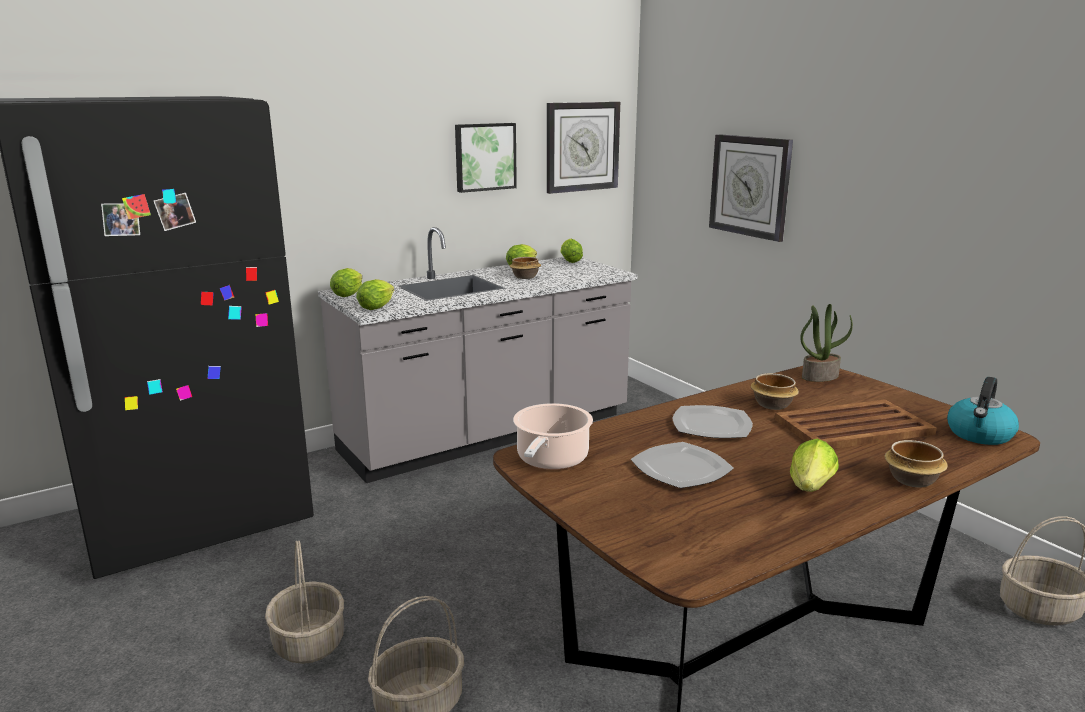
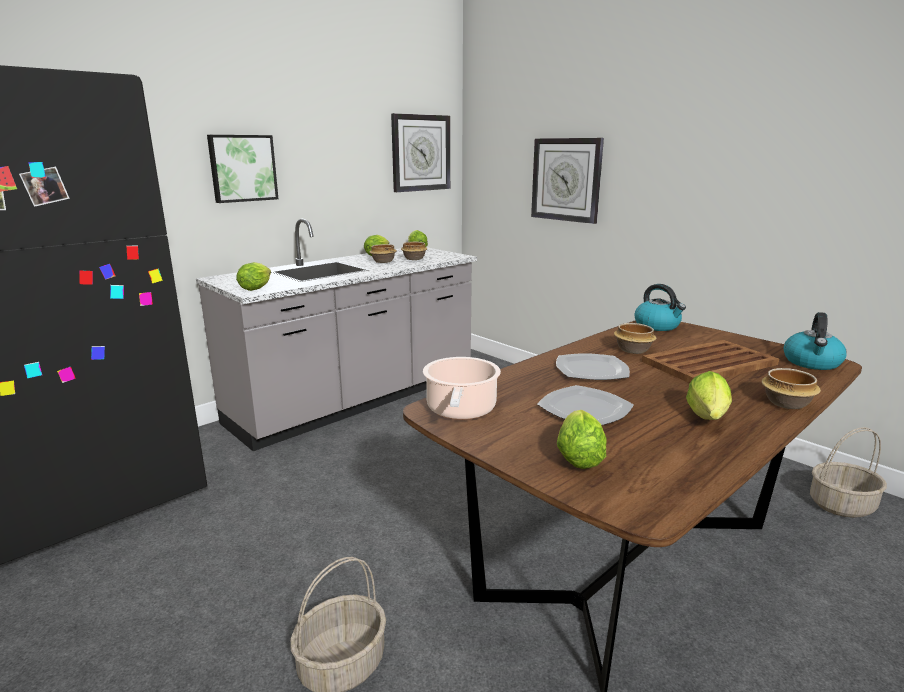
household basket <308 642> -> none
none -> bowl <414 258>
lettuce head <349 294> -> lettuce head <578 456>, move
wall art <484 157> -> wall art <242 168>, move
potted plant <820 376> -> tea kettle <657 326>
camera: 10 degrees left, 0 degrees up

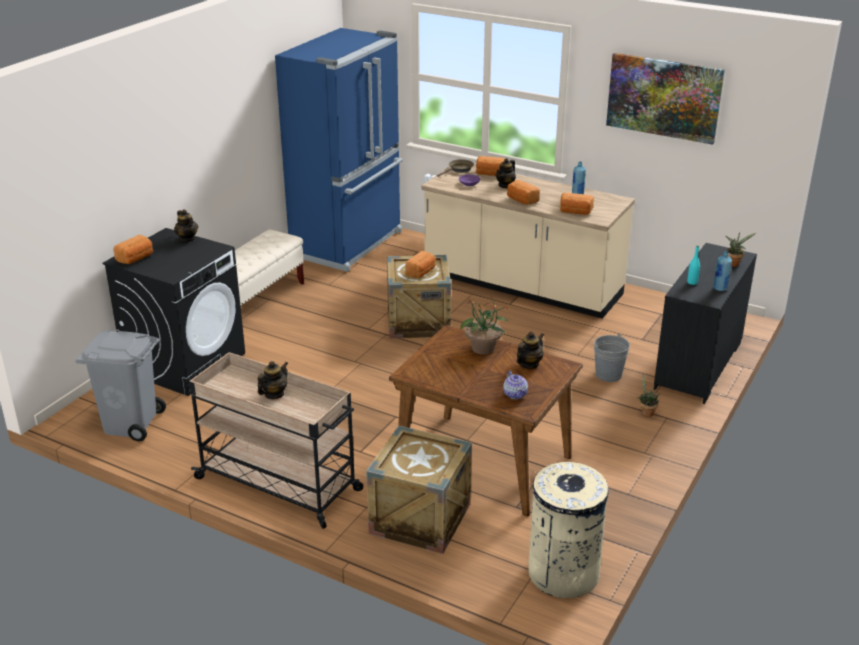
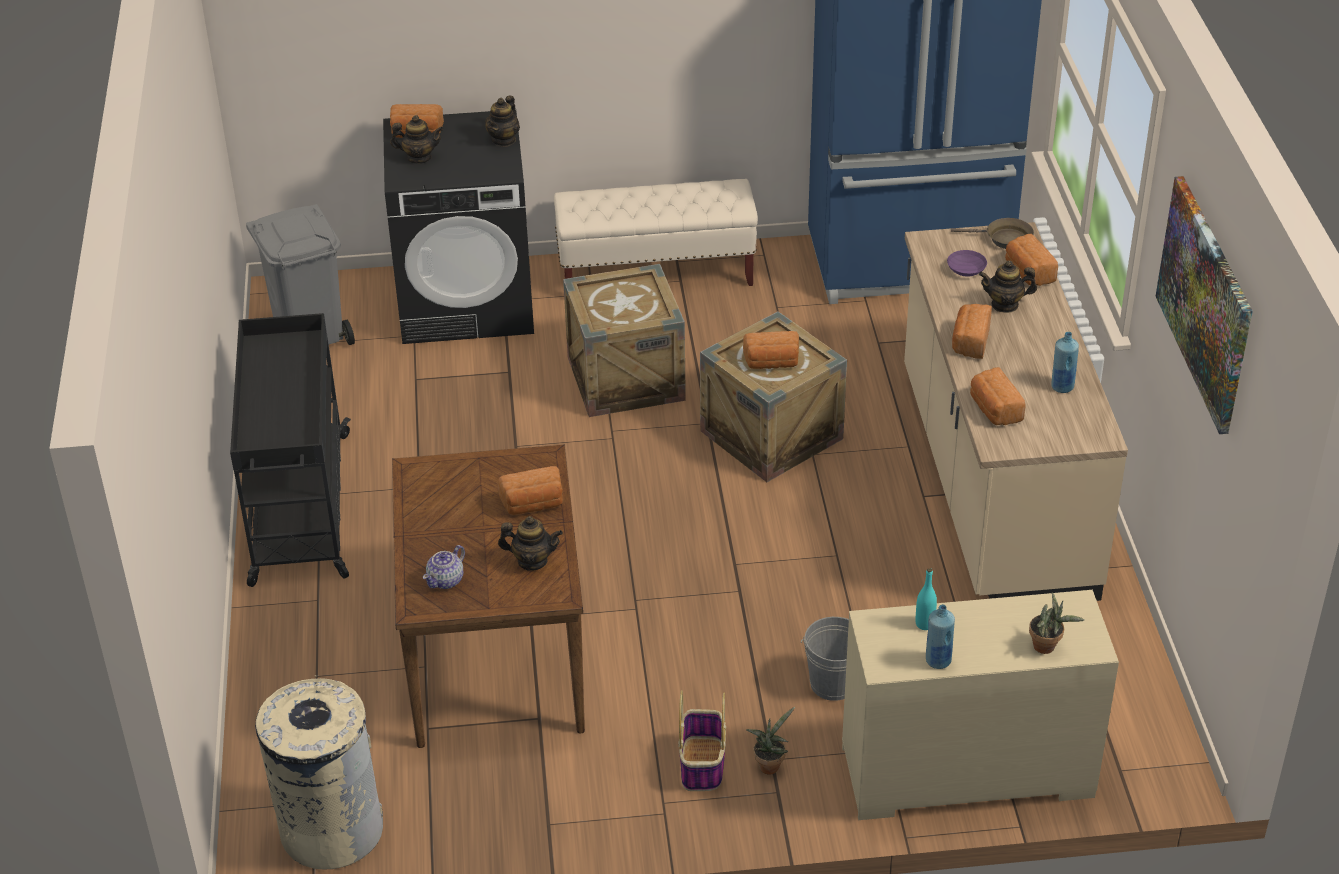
none -> household basket <702 765>
teapot <274 394> -> teapot <419 158>, move
crate <420 518> -> crate <625 378>, move
potted plant <483 349> -> bakery bread <533 504>
cart (beige-coloured) <280 485> -> cart (black) <300 510>
dresser (black) <699 366> -> dresser (beige-coloured) <966 774>
camera: 55 degrees right, 10 degrees up

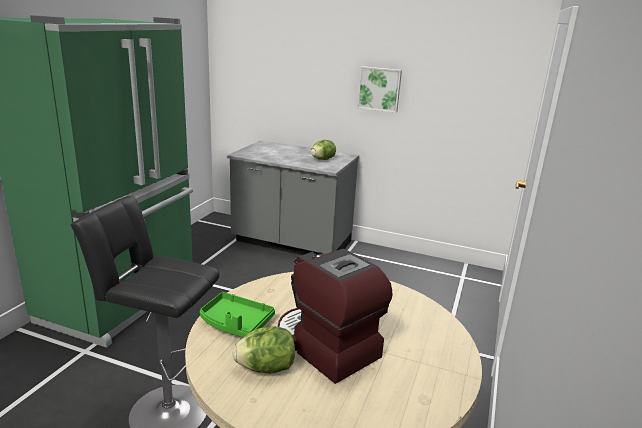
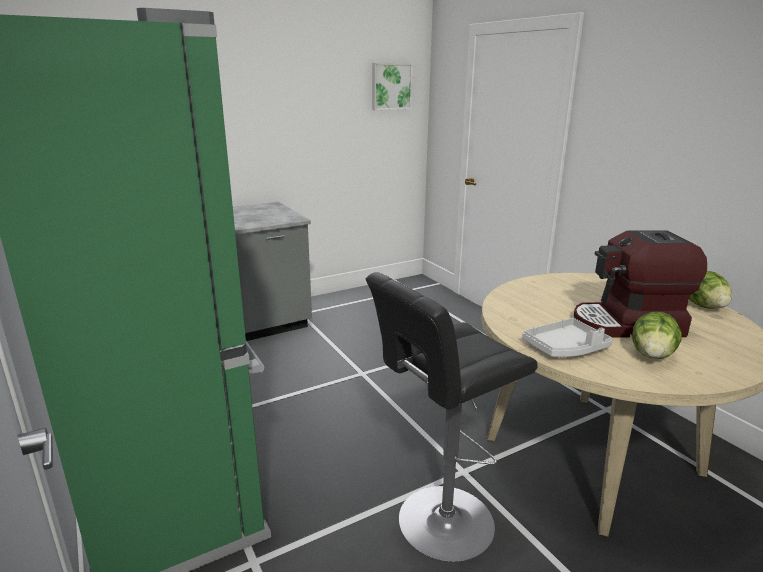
lettuce head <322 159> -> lettuce head <704 306>, move
wall art <379 89> -> wall art <391 86>, move
serving tray (greenish) <235 323> -> serving tray (greyish) <565 348>
camera: 50 degrees left, 0 degrees up

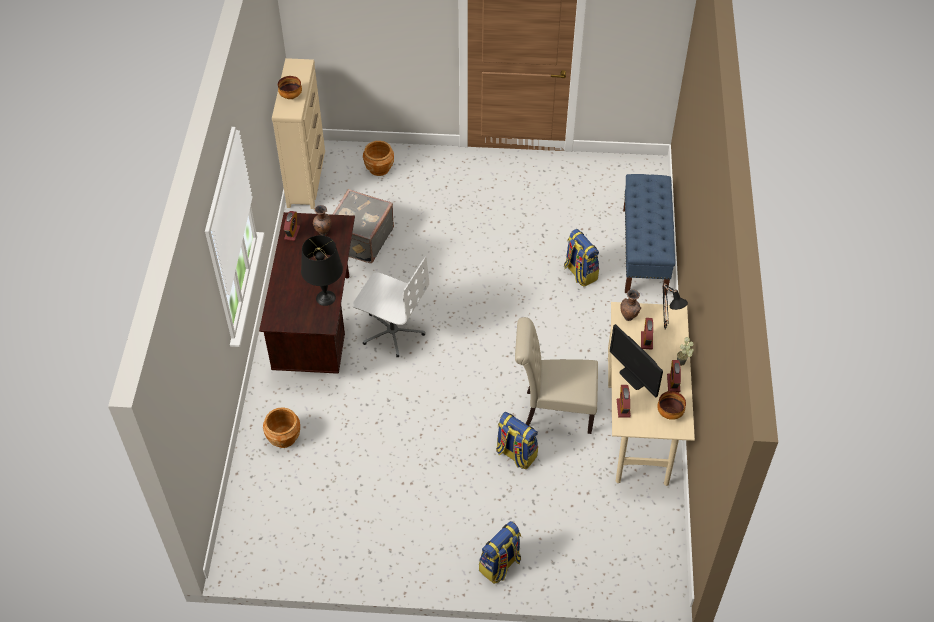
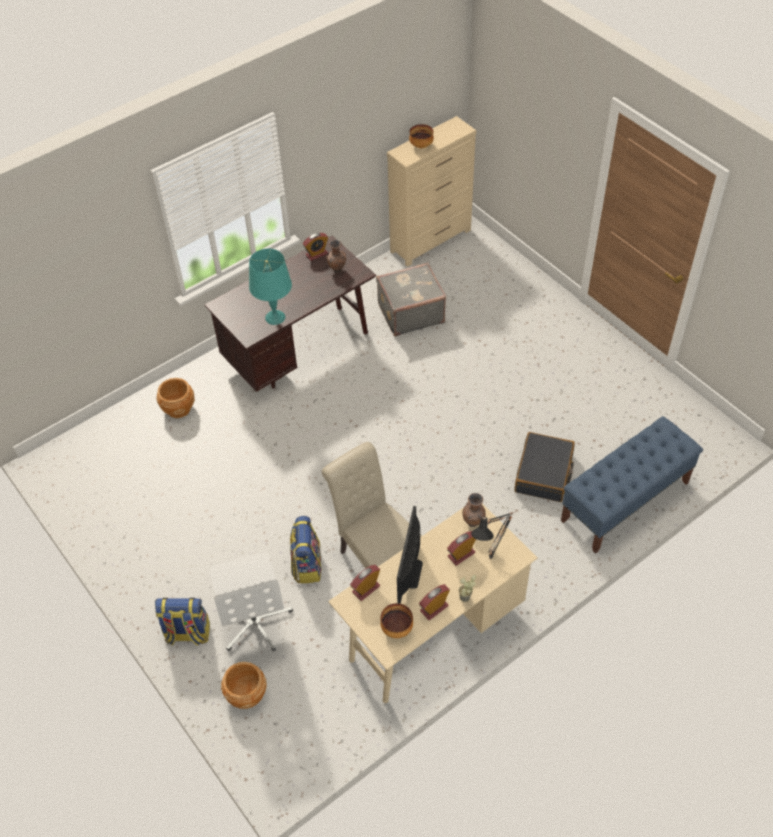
computer chair (white) <392 331> -> computer chair (white) <255 621>, move
flower pot (brown-coloured) <379 168> -> flower pot (brown-coloured) <246 695>, move
backpack <580 273> -> travel case (black) <544 473>
tabletop lamp (black) <326 297> -> tabletop lamp (turquoise) <275 317>
camera: 50 degrees right, 0 degrees up

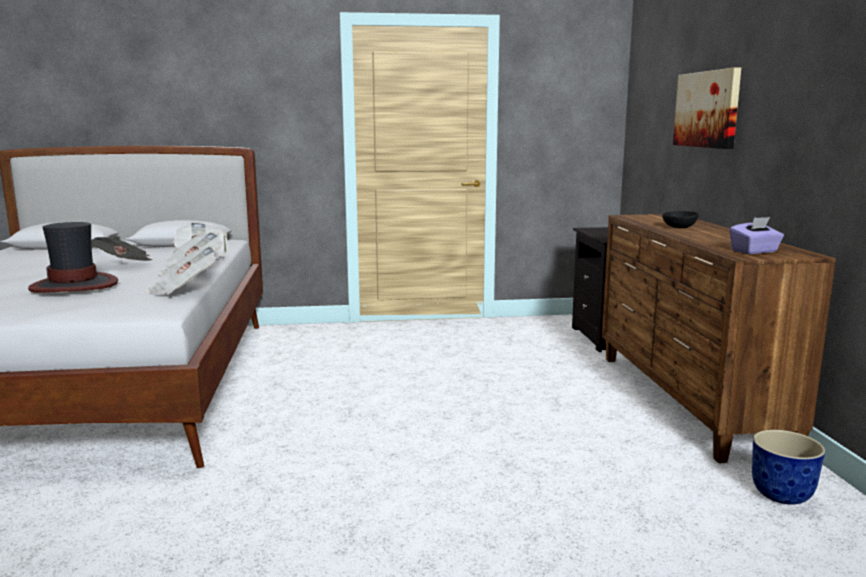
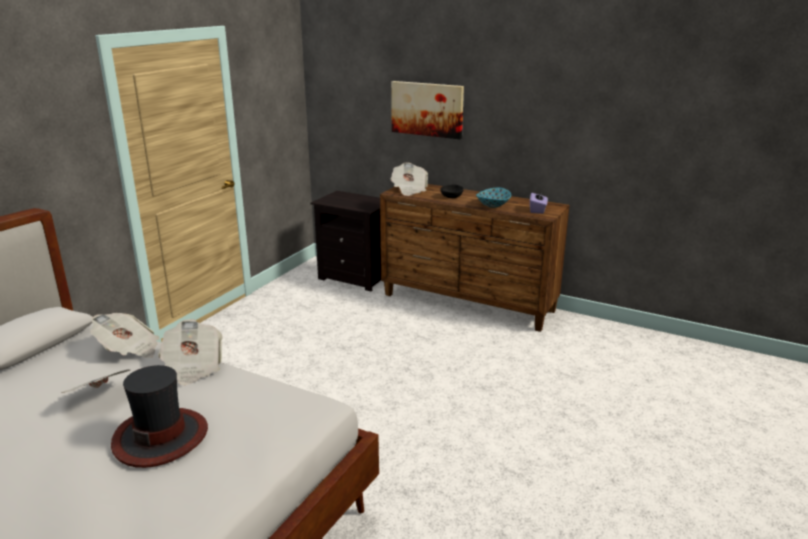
flower pot <782 496> -> none
none -> bowl <493 205>
printed paper <182 290> -> printed paper <409 190>, move
camera: 55 degrees left, 10 degrees up

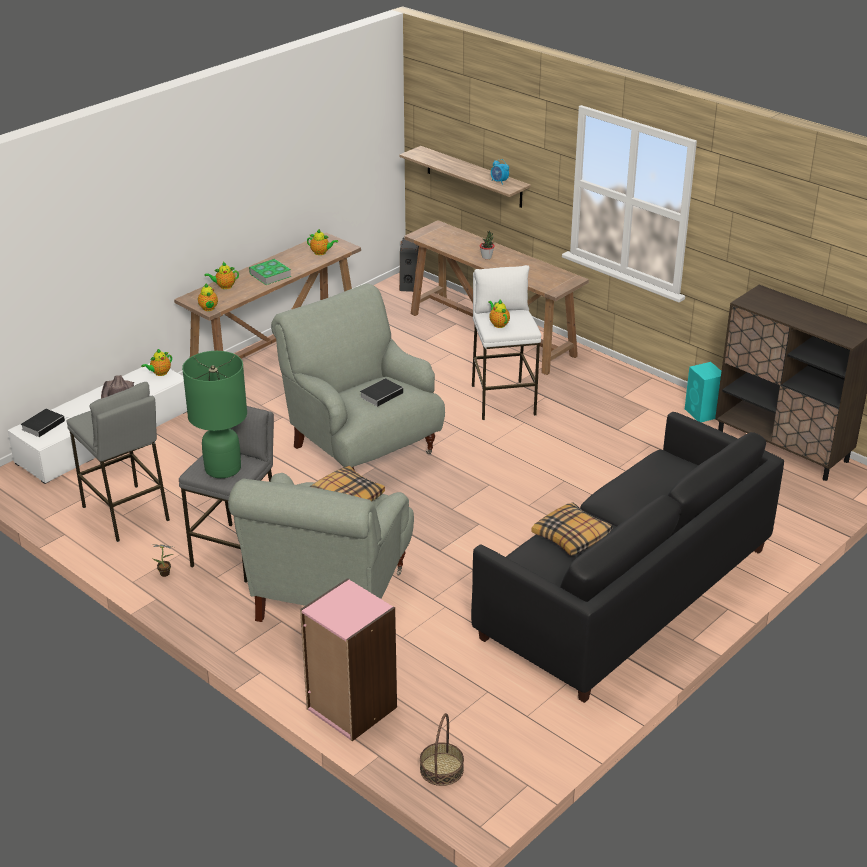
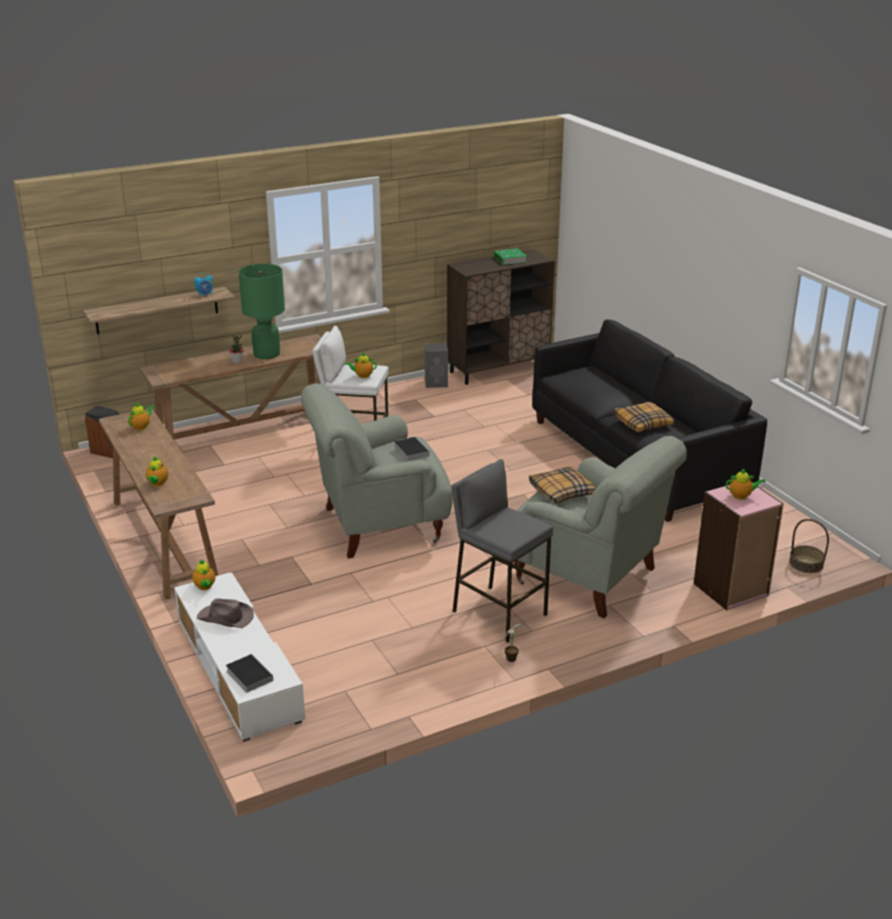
stool seat (greyish) <126 513> -> none
tabletop lamp (greenish) <222 468> -> tabletop lamp (greenish) <266 354>, move
teapot <209 309> -> teapot <741 496>, move
bound book <270 275> -> bound book <510 259>, move
loudspeaker (turquoise) <703 413> -> loudspeaker (greyish) <437 383>
camera: 70 degrees left, 5 degrees down

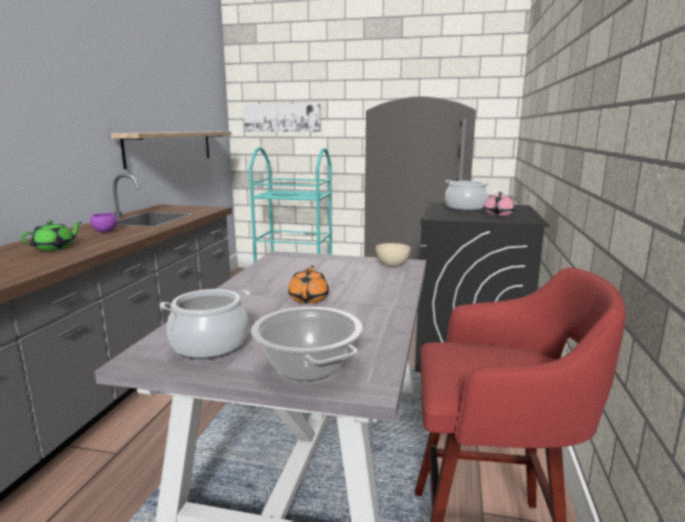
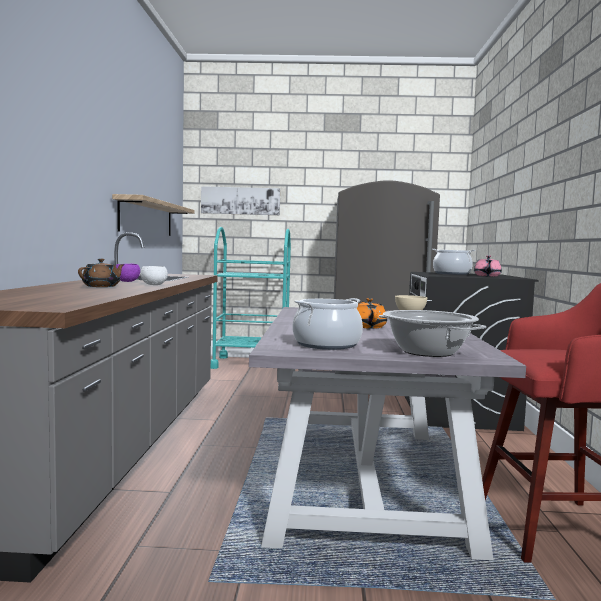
none -> bowl (white) <154 285>
teapot (greenish) <55 248> -> teapot (brown-coloured) <102 286>
camera: 10 degrees left, 10 degrees down

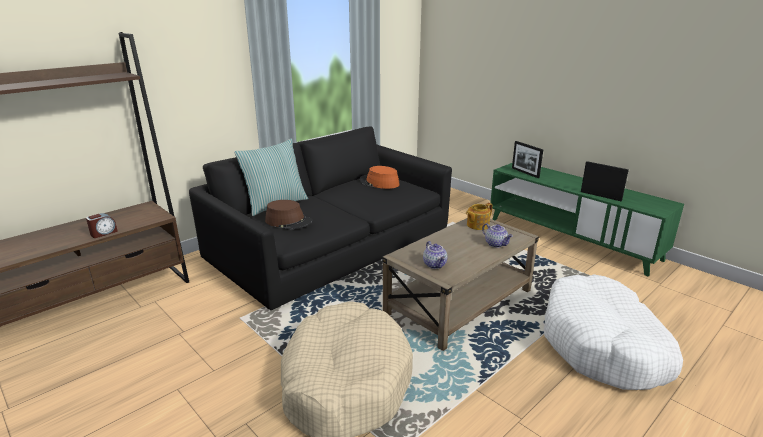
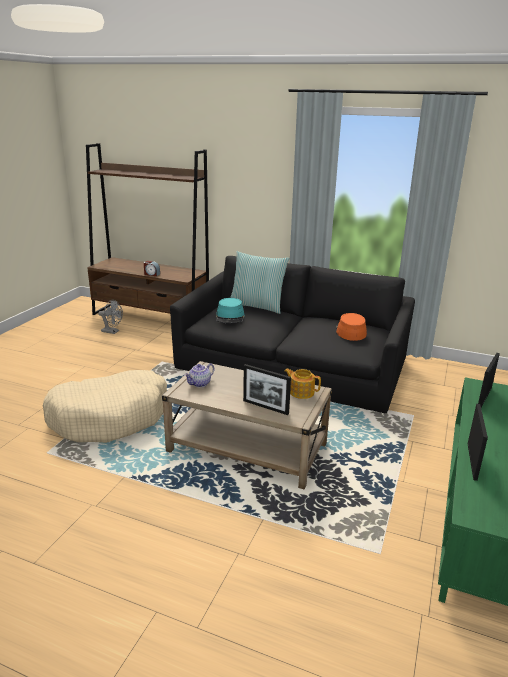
pet bed (white) <603 345> -> none
none -> fan (greyish) <112 332>
teapot <496 244> -> photo frame <265 407>
hat (brown-coloured) <289 221> -> hat (turquoise) <230 317>
camera: 65 degrees right, 0 degrees up

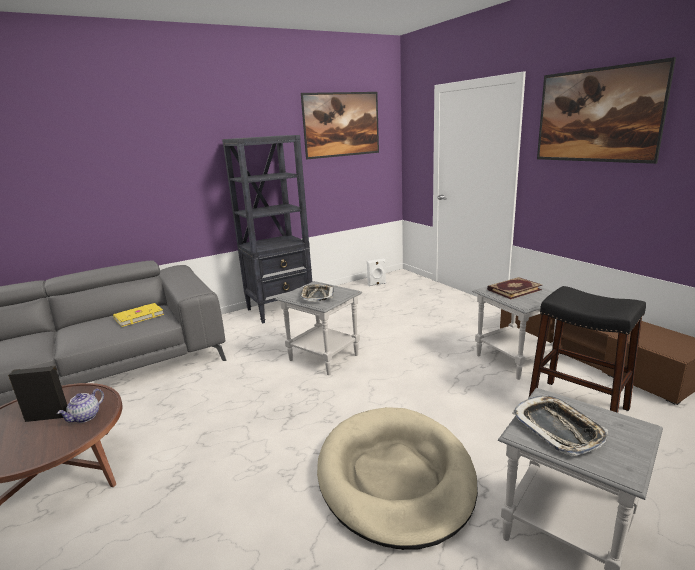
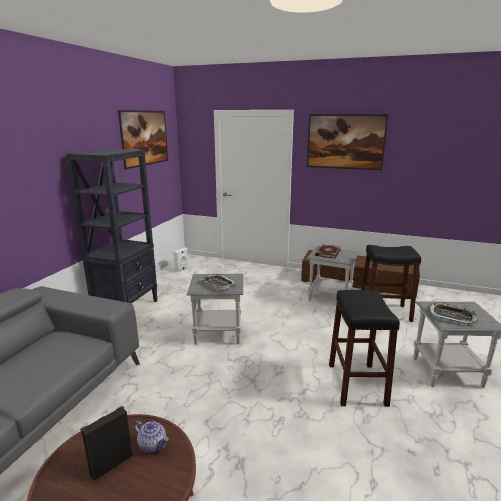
bound book (yellow) <138 316> -> none
pet bed (beige-coloured) <395 476> -> stool seat (black) <356 384>
teapot <85 417> -> teapot <153 445>, 45 degrees counterclockwise
camera: 40 degrees left, 0 degrees up

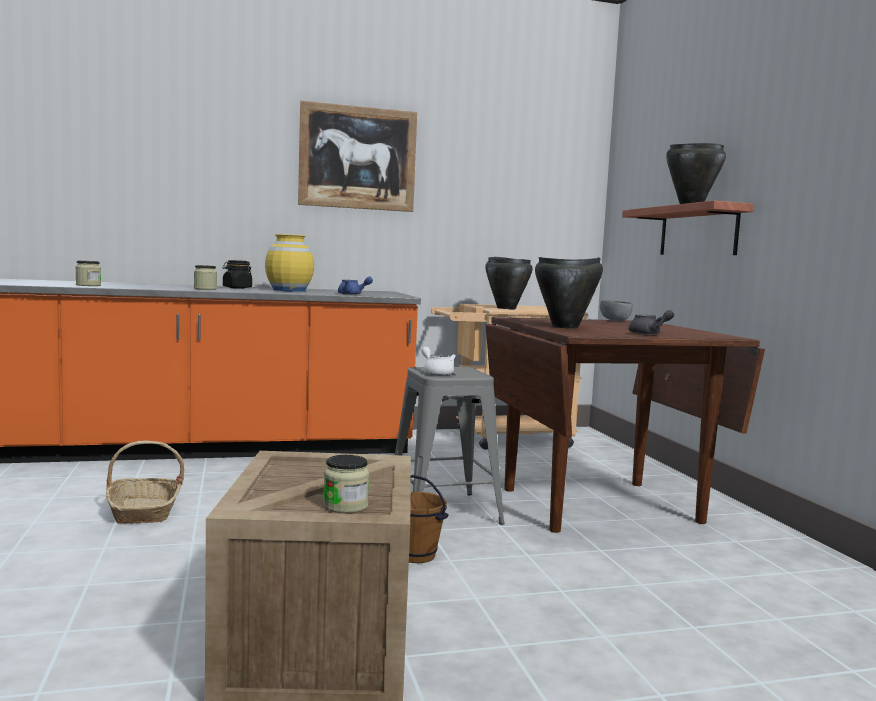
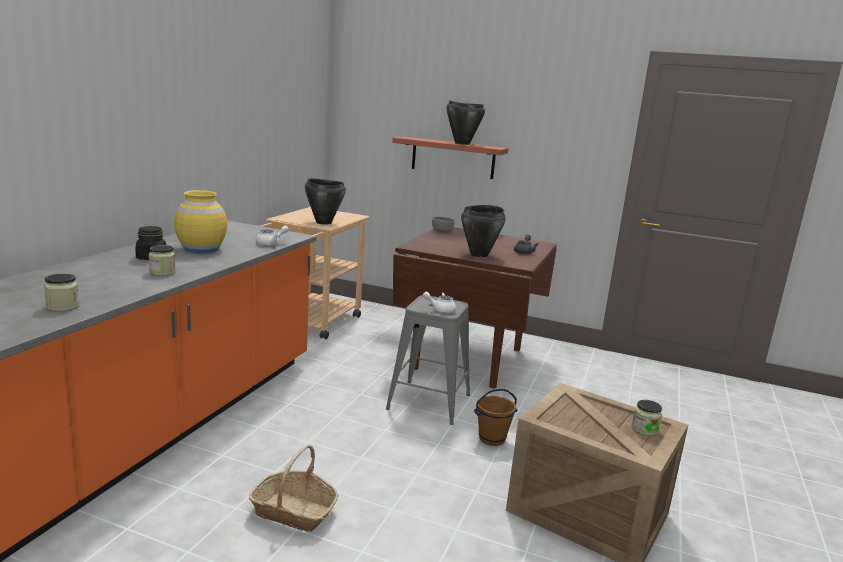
wall art <357 158> -> none
teapot (bluish) <353 294> -> teapot (white) <271 244>
camera: 55 degrees left, 10 degrees up

